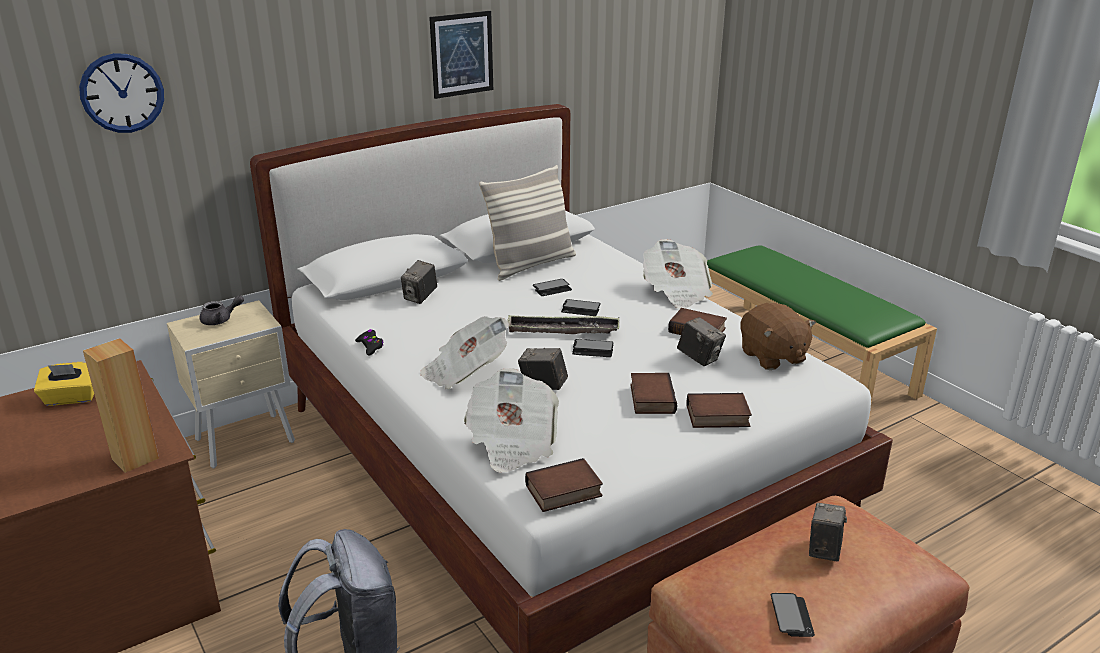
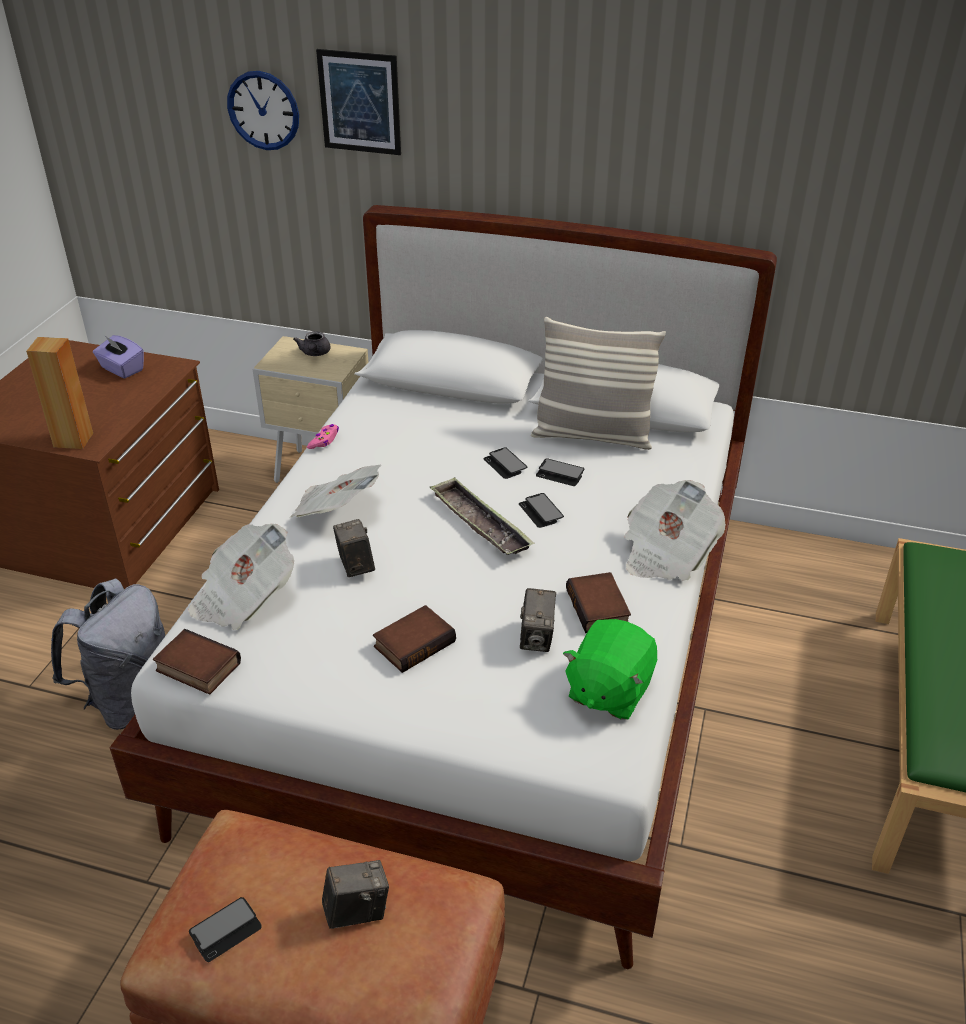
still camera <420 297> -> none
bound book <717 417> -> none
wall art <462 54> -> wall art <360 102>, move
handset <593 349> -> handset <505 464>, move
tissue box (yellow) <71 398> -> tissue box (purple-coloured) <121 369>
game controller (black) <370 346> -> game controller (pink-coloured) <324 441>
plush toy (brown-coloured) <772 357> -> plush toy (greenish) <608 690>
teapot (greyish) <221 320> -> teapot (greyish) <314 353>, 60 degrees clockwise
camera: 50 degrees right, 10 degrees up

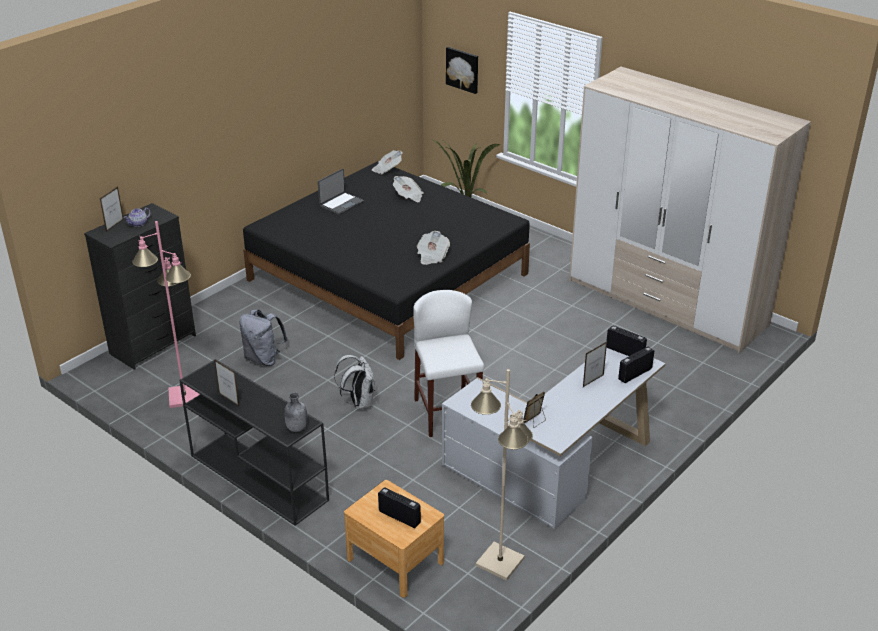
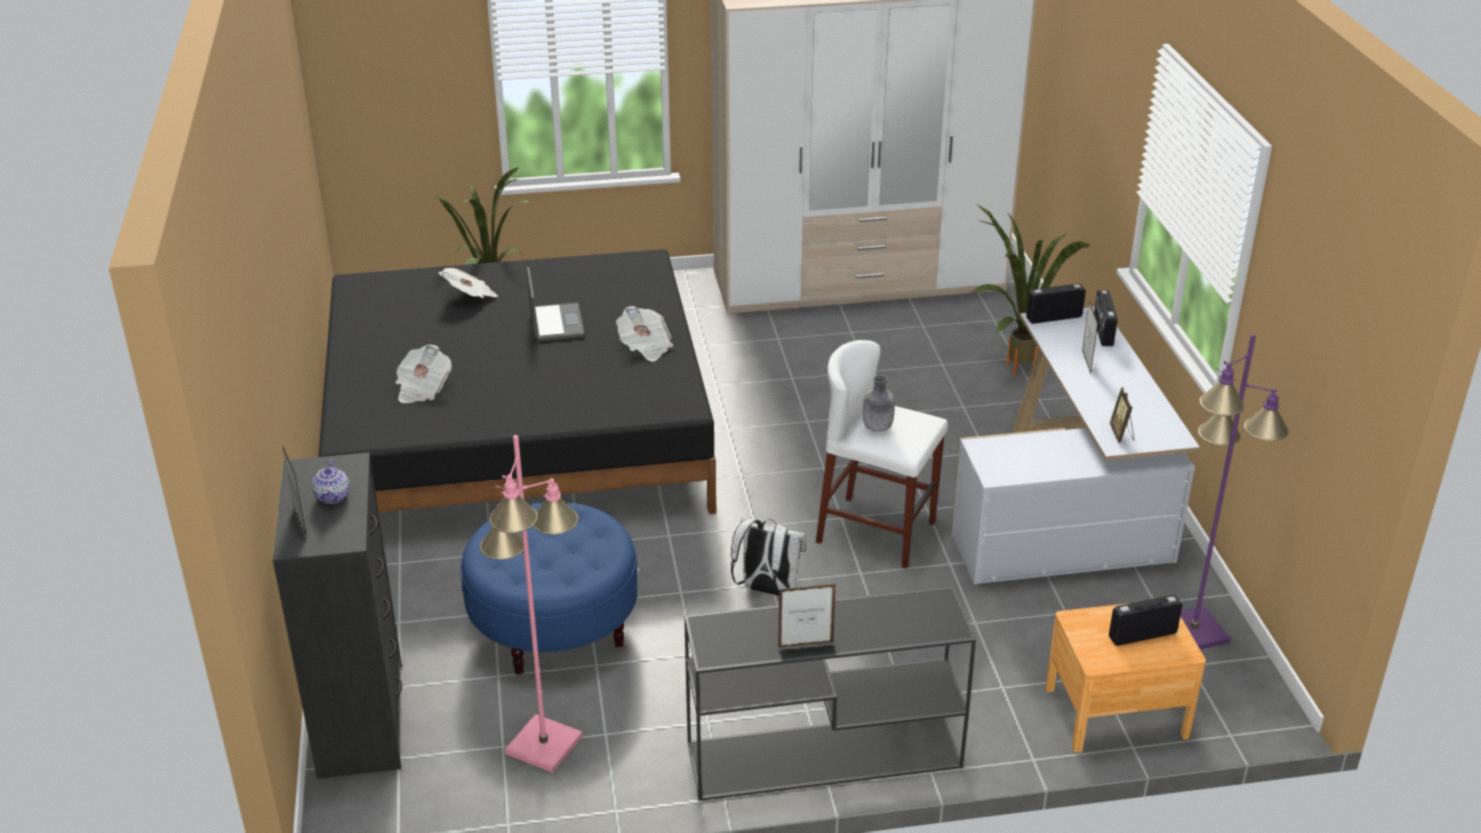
wall art <463 69> -> none
none -> potted plant <1011 367>
bottle (greyish) <296 428> -> bottle (greyish) <877 428>, move
portable computer <341 204> -> portable computer <555 323>, move
printed paper <387 169> -> printed paper <422 389>, move
backpack (greyish) <264 359> -> pouffe (bluish) <554 625>
standard lamp (beige-coloured) <499 561> -> standard lamp (purple-coloured) <1192 631>
camera: 50 degrees left, 0 degrees up

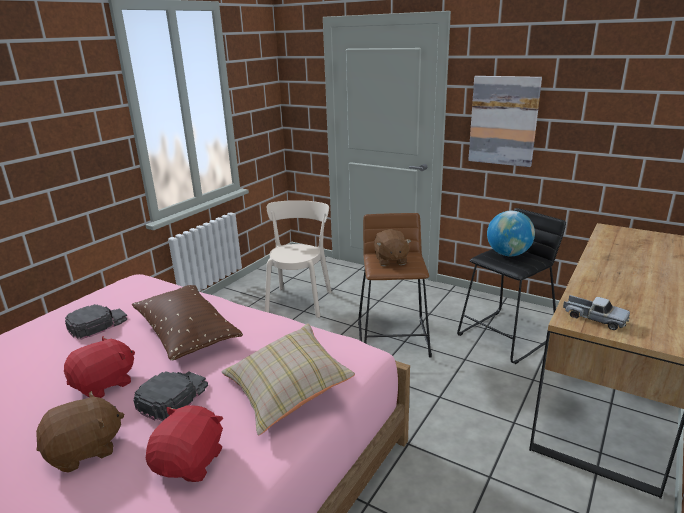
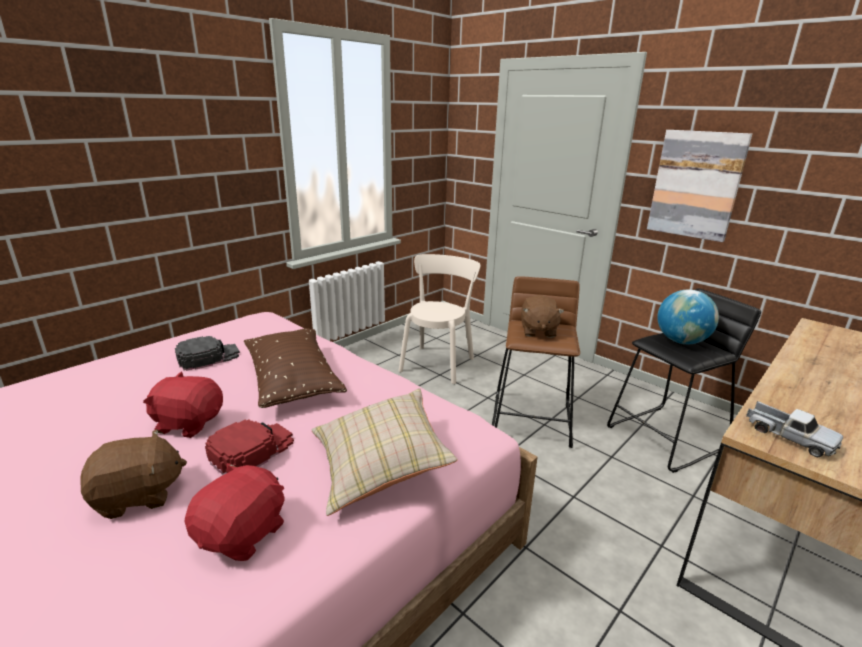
baseball cap (black) <173 396> -> baseball cap (red) <251 449>
plush toy (red) <105 384> -> plush toy (red) <189 423>, 135 degrees counterclockwise
camera: 10 degrees right, 0 degrees up

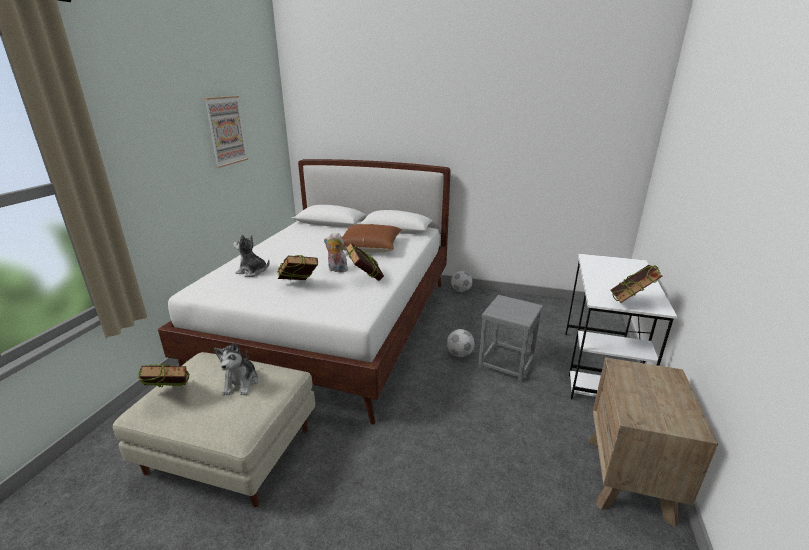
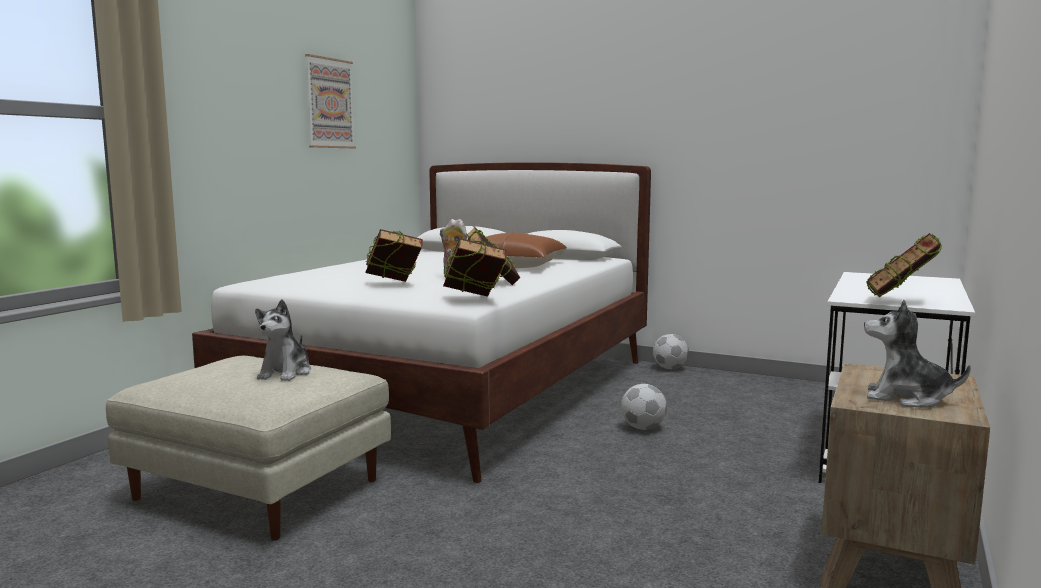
stool seat (greyish) <506 362> -> none
bound book <170 396> -> bound book <474 300>, move
plush toy <252 272> -> plush toy <906 398>, move
camera: 10 degrees right, 15 degrees down

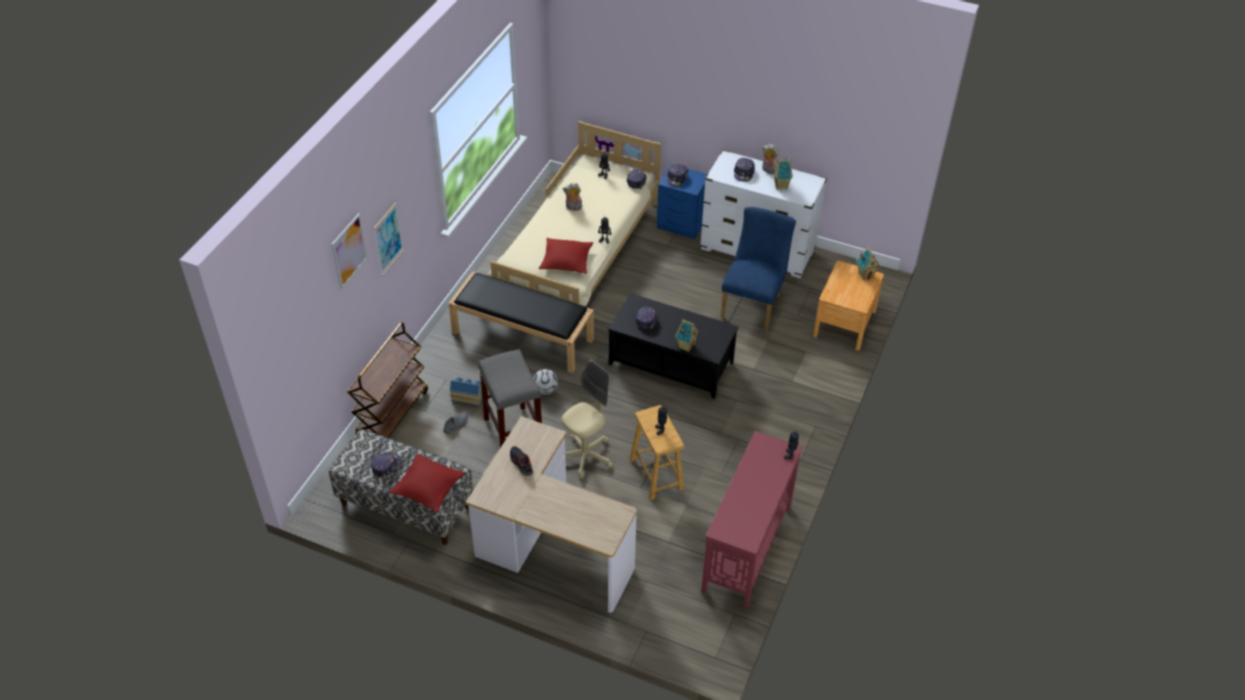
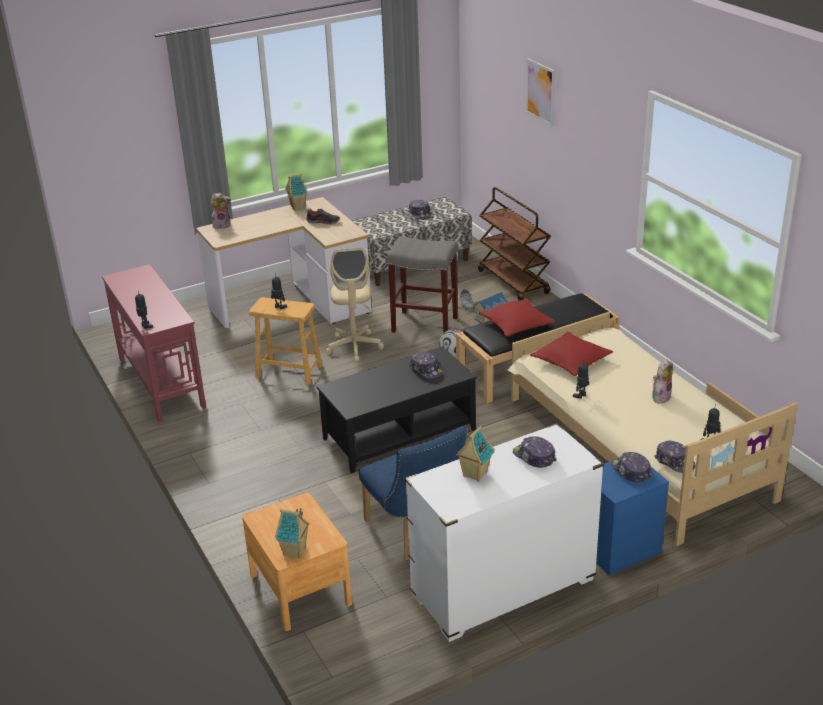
wall art <388 239> -> none
pillow (red) <428 487> -> pillow (red) <516 324>, move
model house <686 346> -> model house <298 207>, move
plush toy <768 170> -> plush toy <222 225>, move
camera: 130 degrees right, 15 degrees down

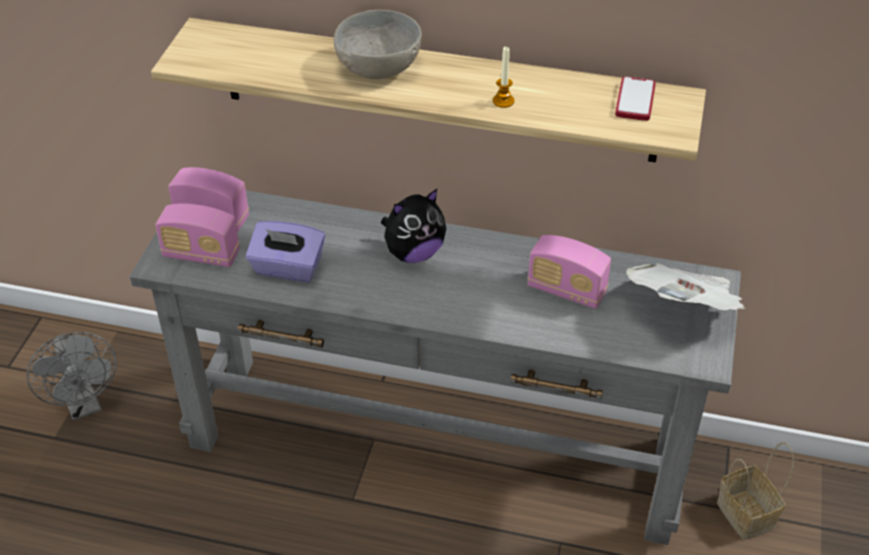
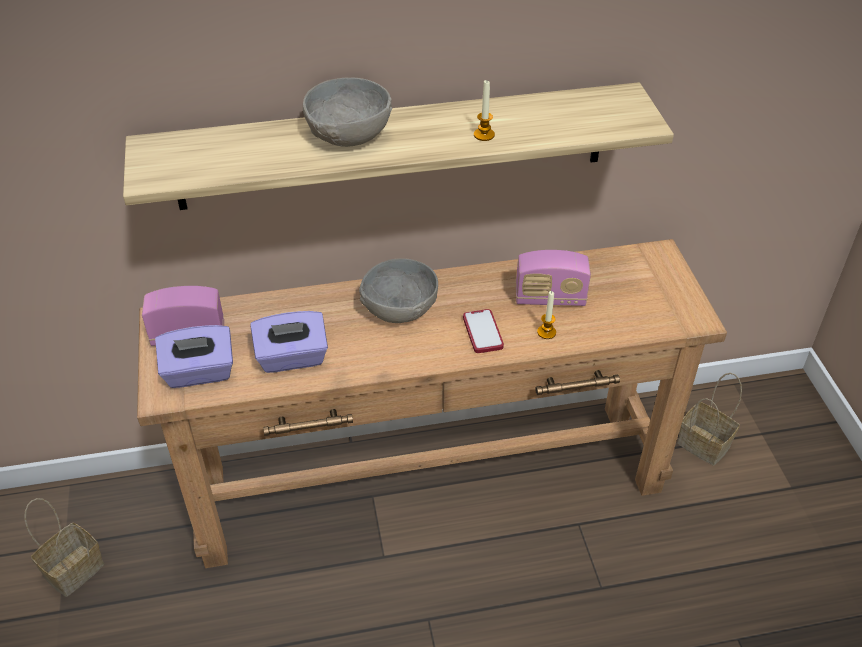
printed paper <684 308> -> none
none -> wax candle <546 332>
handset <635 100> -> handset <482 332>, move
fan (greyish) <84 405> -> household basket <75 568>
radio set <201 255> -> tissue box (purple-coloured) <199 373>
plush toy <413 253> -> bowl (greyish) <399 307>
console table (greyish) <435 446> -> console table (brown-coloured) <429 481>
camera: 25 degrees left, 0 degrees up

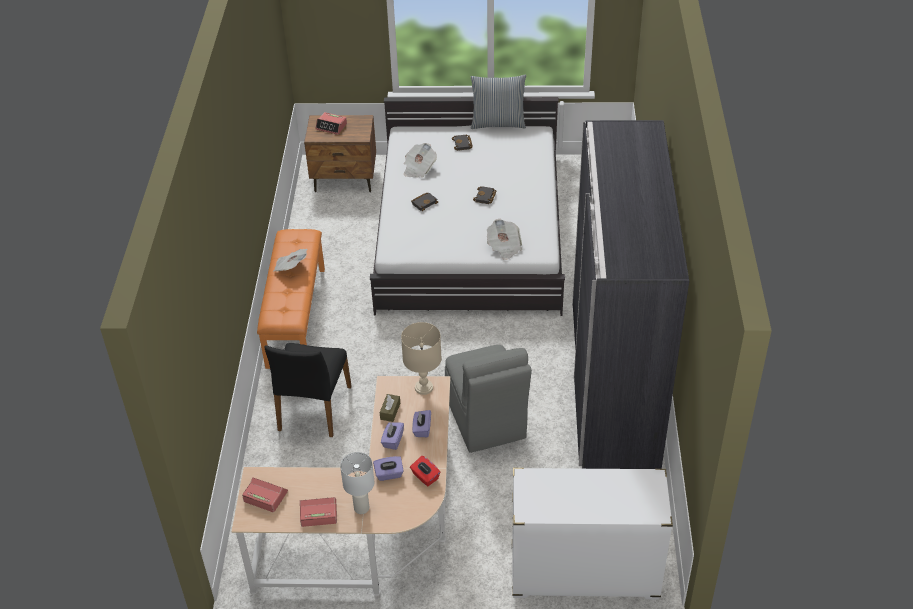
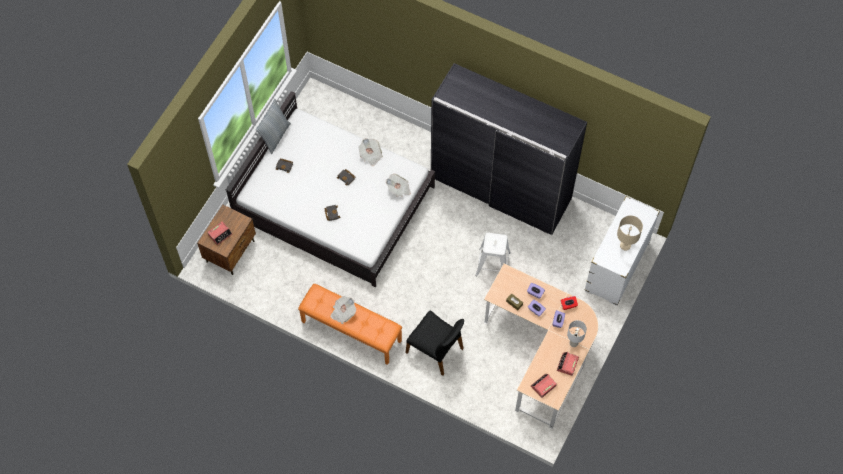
tabletop lamp (beige-coloured) <423 388> -> tabletop lamp (beige-coloured) <625 245>, move
printed paper <419 168> -> printed paper <370 155>, move
upright chair (greyish) <486 420> -> stool seat (white) <493 264>
camera: 65 degrees left, 20 degrees up

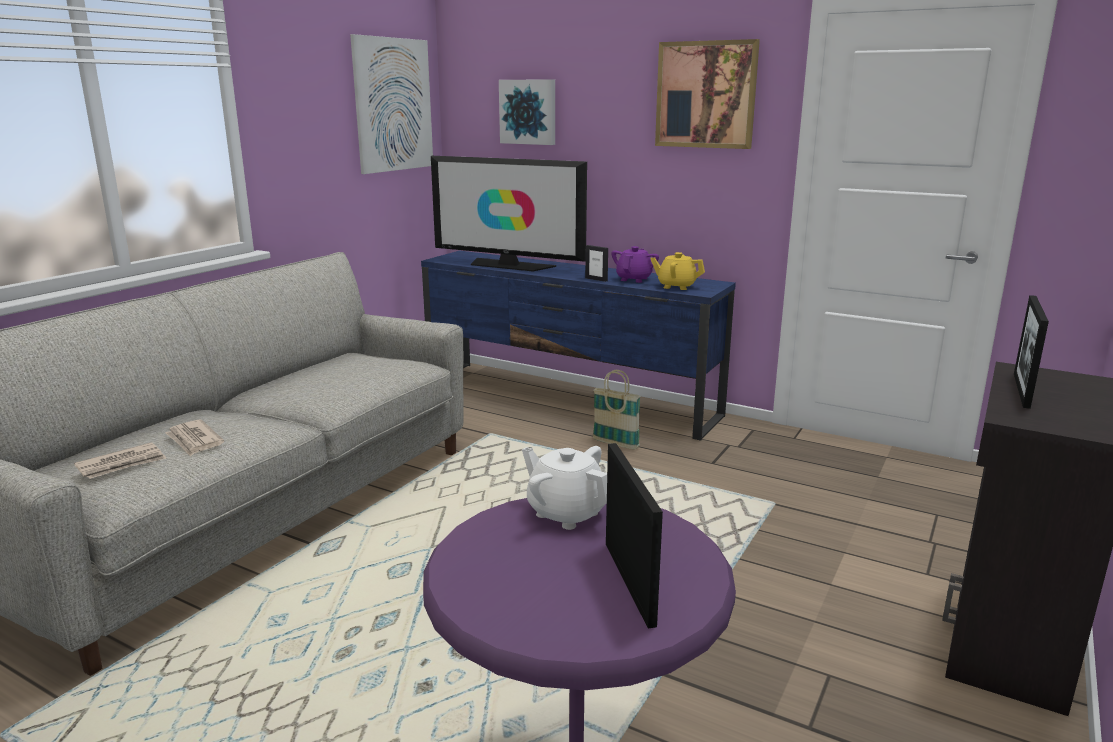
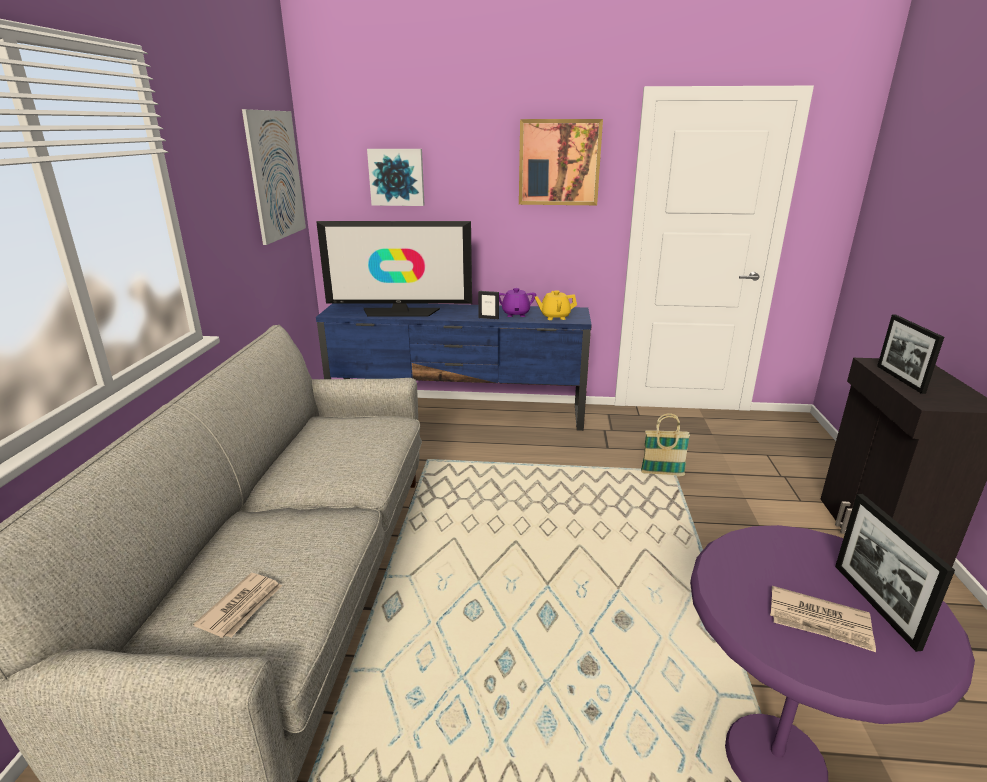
teapot (white) <566 513> -> none
printed paper <194 440> -> printed paper <820 622>, move
household basket <615 444> -> household basket <662 474>, move
photo frame <629 582> -> photo frame <875 605>, 150 degrees counterclockwise
camera: 25 degrees left, 5 degrees up

